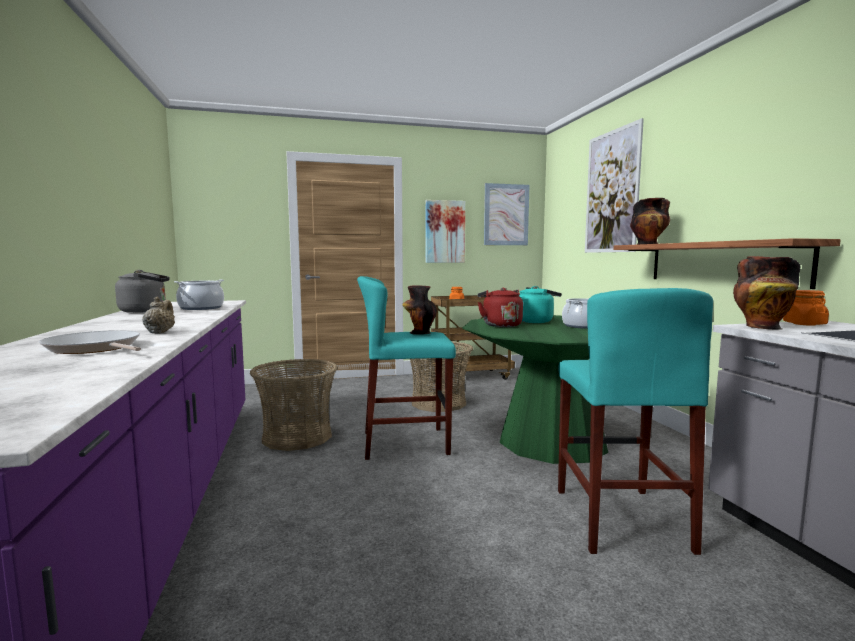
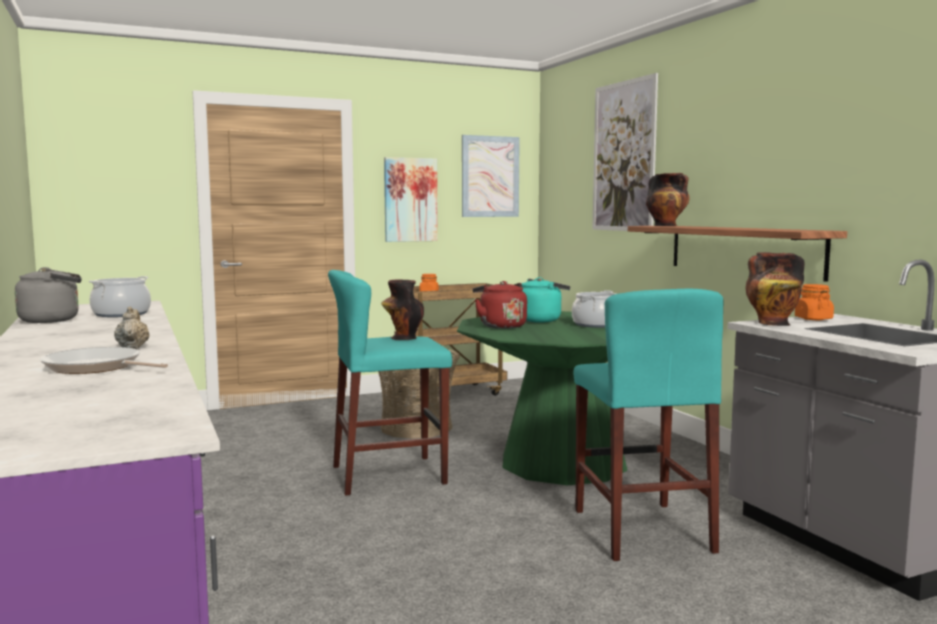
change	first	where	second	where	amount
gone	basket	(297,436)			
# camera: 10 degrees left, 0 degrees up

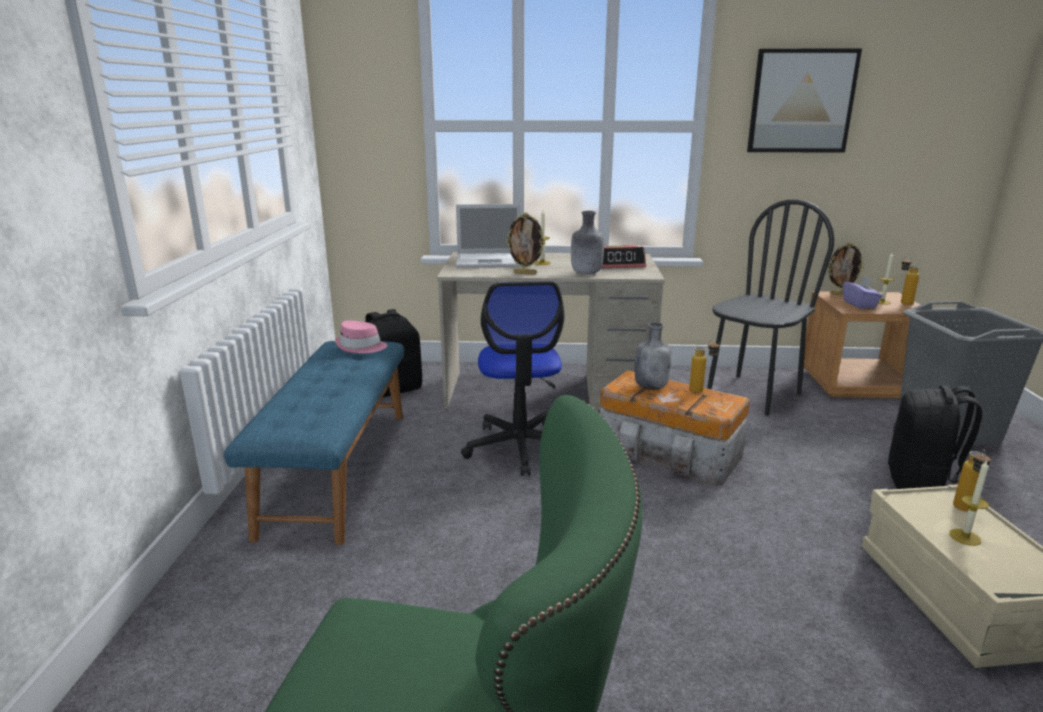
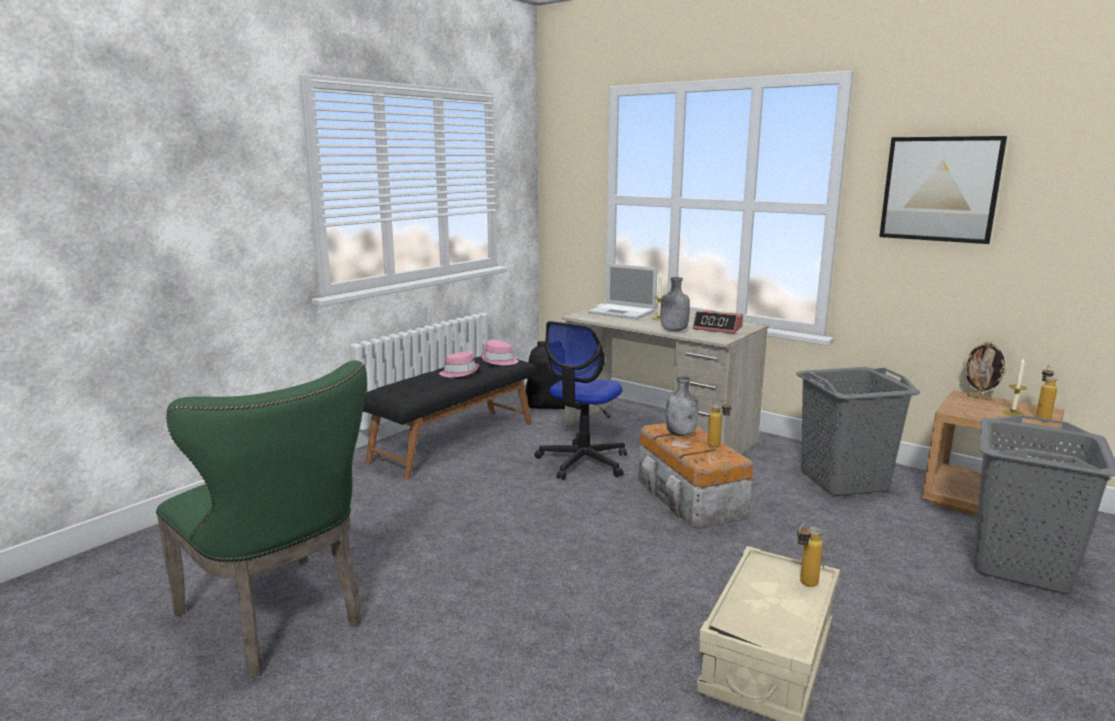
change	first	where	second	where	amount
repainted	blue bench	(336,469)	black bench	(453,441)	
new			pink hat	(460,372)	
swapped	black chair	(752,394)	grey laundry basket	(844,481)	
gone	picture frame	(525,273)			
gone	purple tissue box	(859,304)			
gone	black backpack	(921,485)			
gone	candle	(965,537)			
# camera: 35 degrees right, 5 degrees down

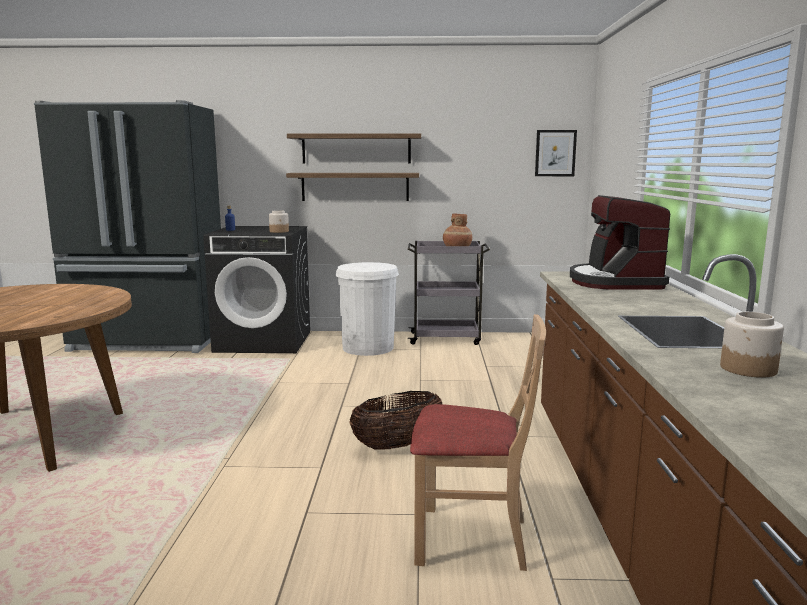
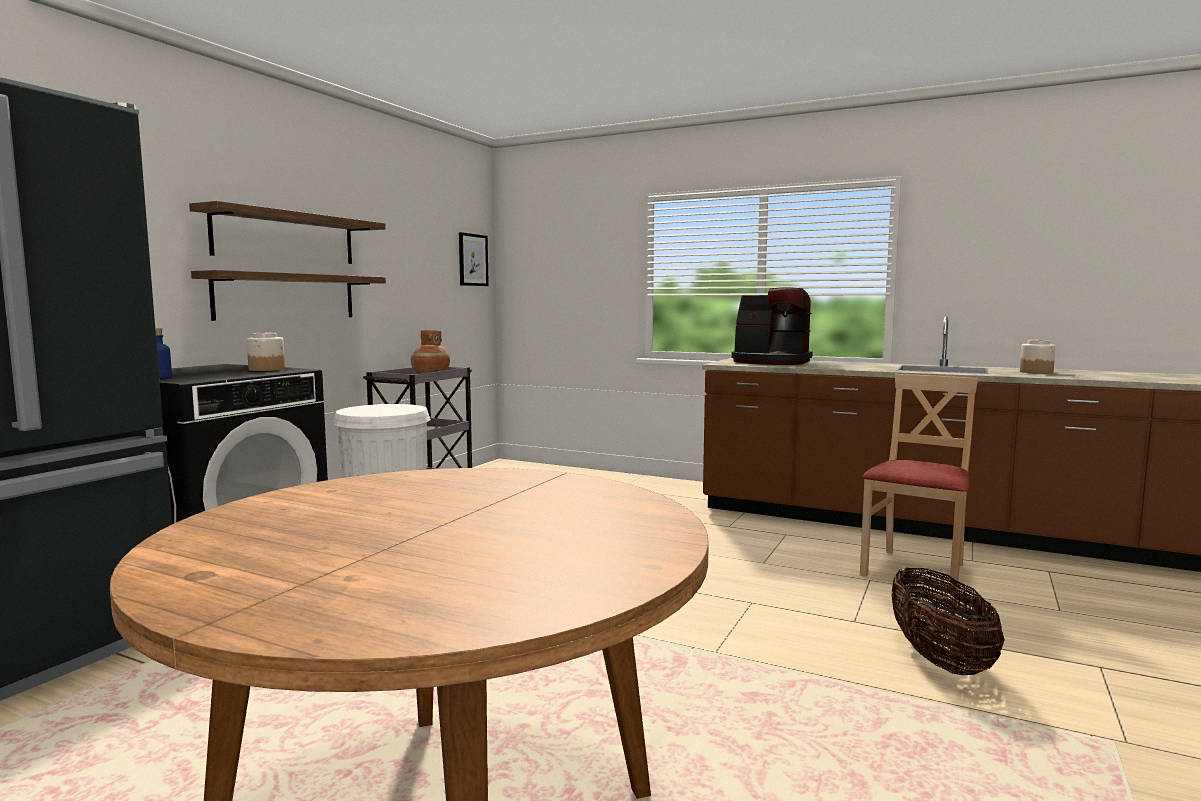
change	first	where	second	where	amount
shifted	basket	(397,445)		(939,660)	
# camera: 65 degrees left, 5 degrees down

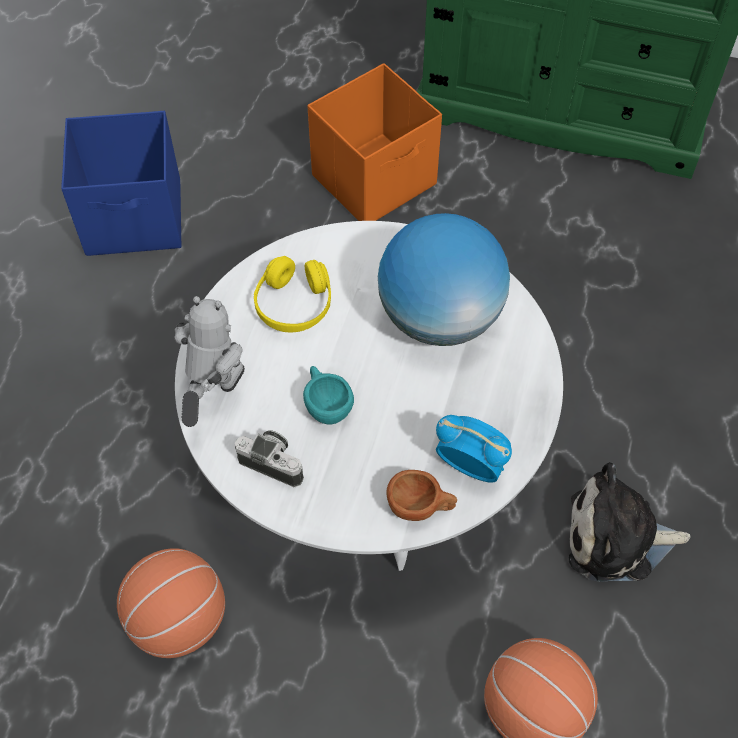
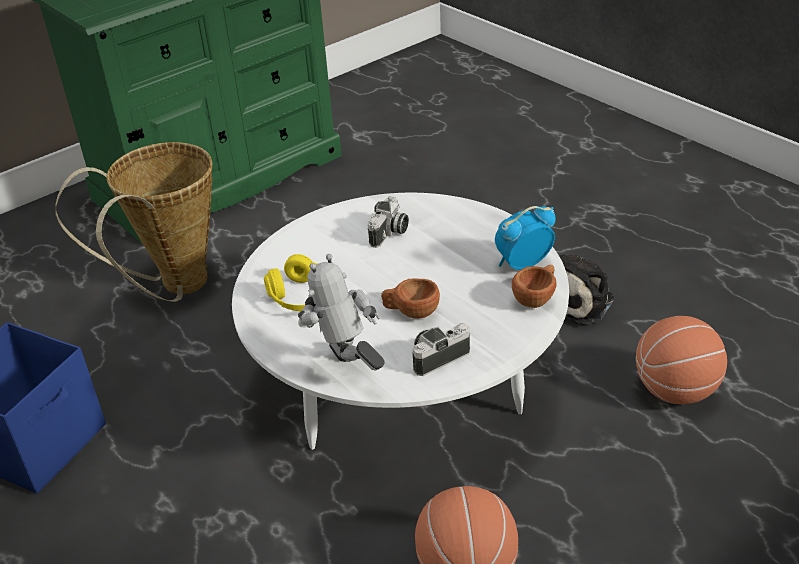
change	first	where	second	where	amount
swapped	orange storage box	(376,180)	basket	(175,287)	
swapped	globe	(440,317)	photo camera	(389,233)	
repainted	turquoise cup	(326,404)	brown cup	(411,312)	
# camera: 55 degrees left, 20 degrees down

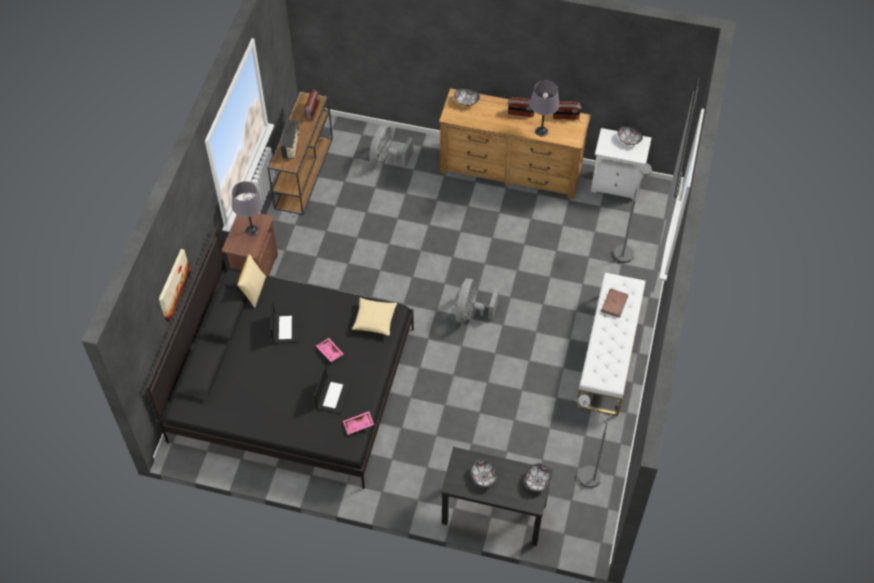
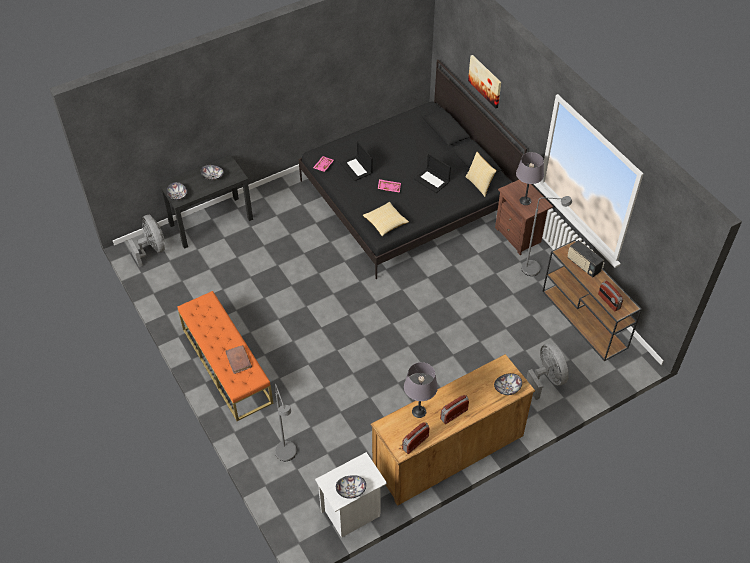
change	first	where	second	where	amount
shifted	grey fan	(470,312)		(152,249)	
repainted	white bench	(608,354)	orange bench	(226,365)	
shifted	grey floor lamp	(584,473)		(536,269)	
# camera: 135 degrees right, 5 degrees down

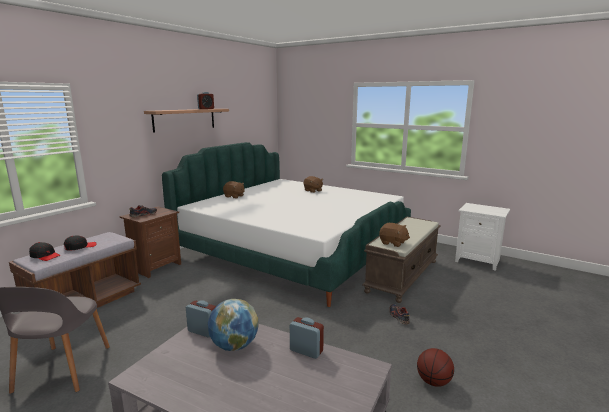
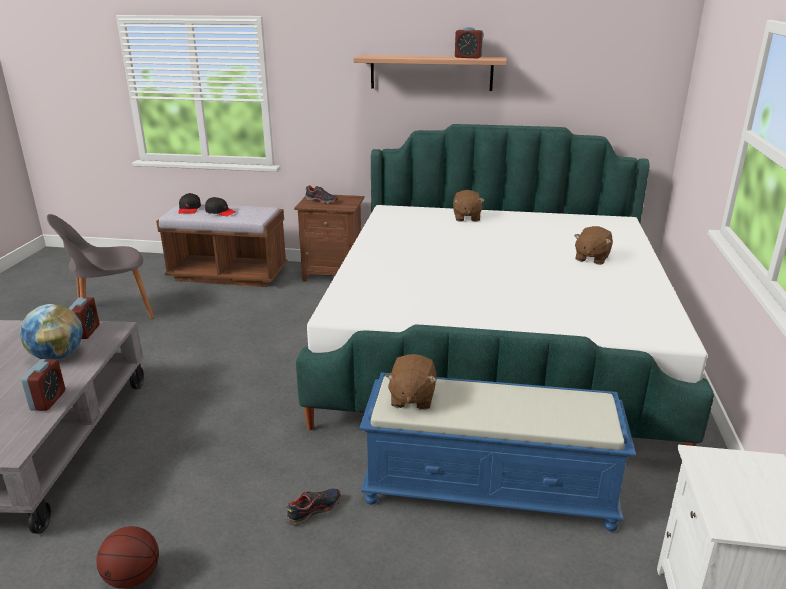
change	first	where	second	where	amount
repainted	brown bench	(402,275)	blue bench	(490,489)	
# camera: 65 degrees right, 10 degrees up

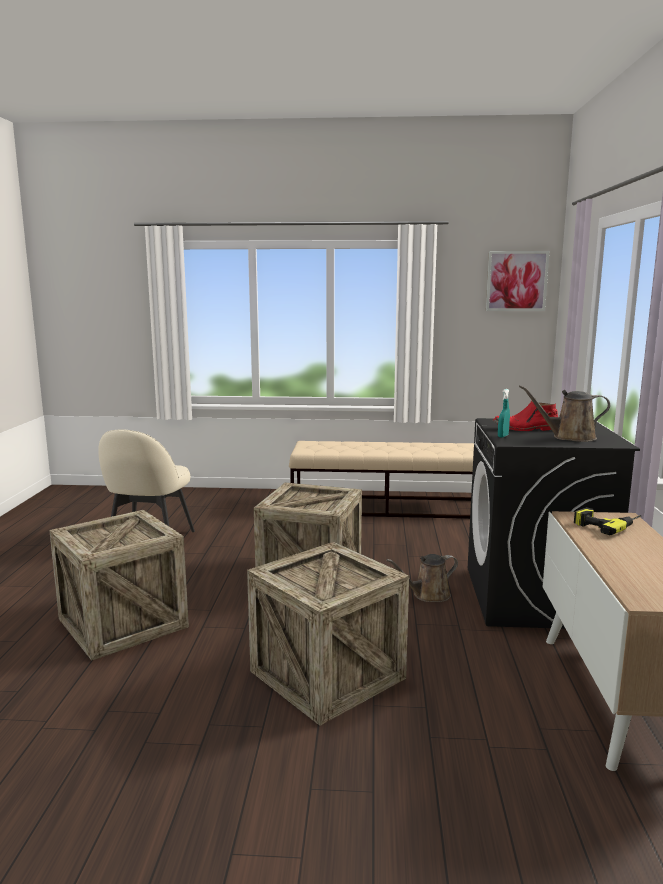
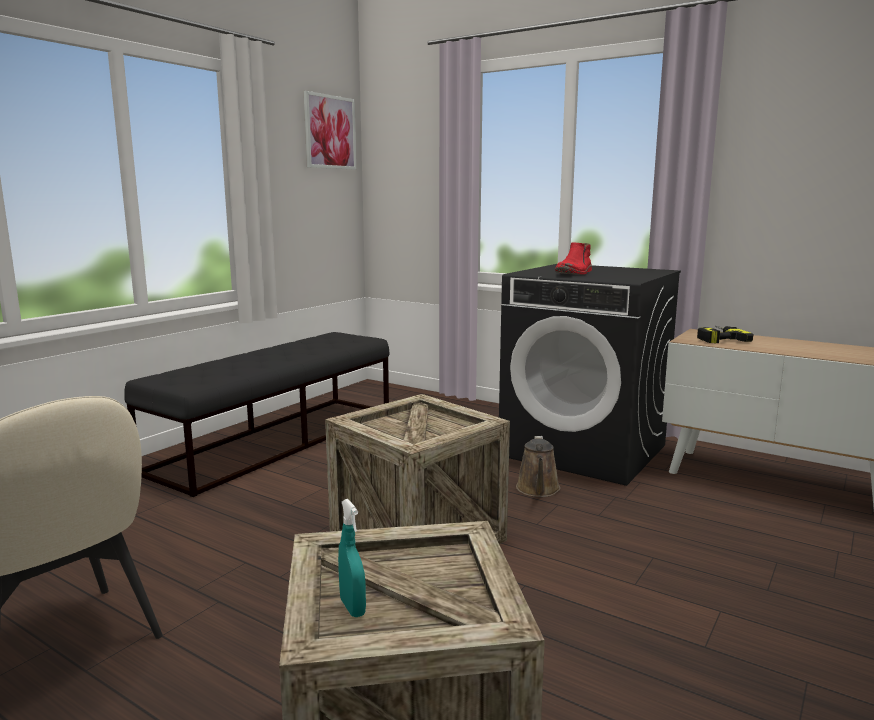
change	first	where	second	where	amount
repainted	beige bench	(387,507)	black bench	(278,440)	
shifted	turquoise spray bottle	(503,436)		(352,607)	
gone	crate	(327,675)			
gone	brown watering can	(569,437)			
# camera: 60 degrees left, 0 degrees up

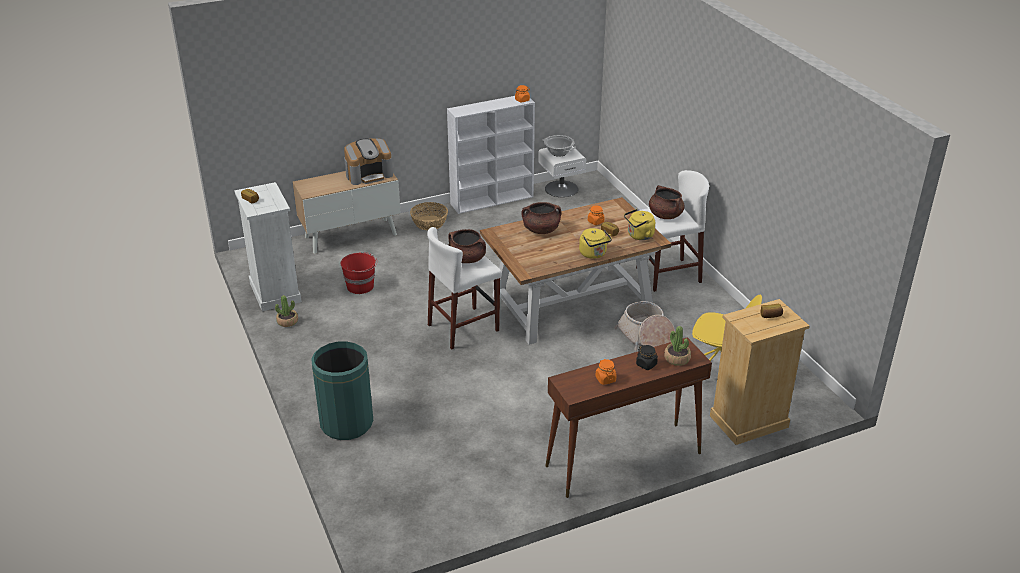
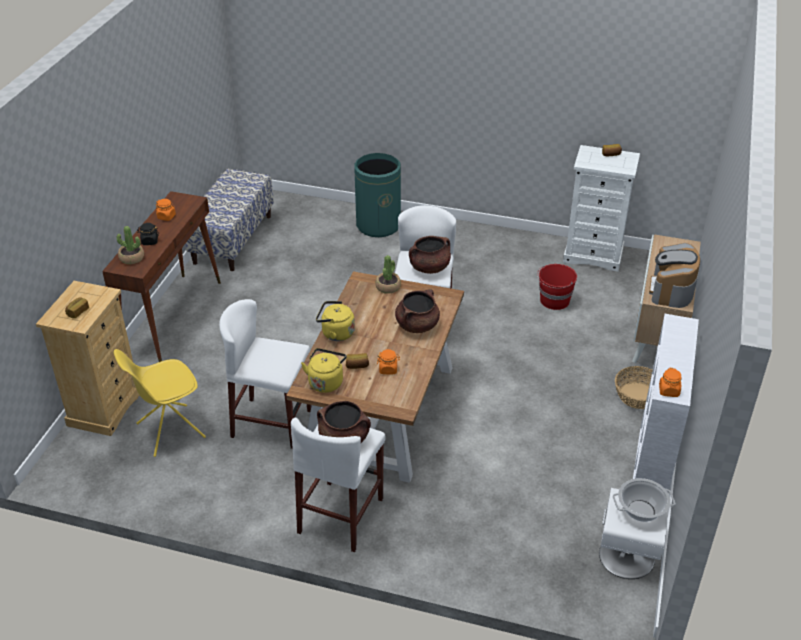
change	first	where	second	where	amount
new			bench	(232,239)	
swapped	basket	(646,338)	white stool	(272,423)	
shifted	potted plant	(287,321)		(388,287)	
# camera: 130 degrees right, 5 degrees up

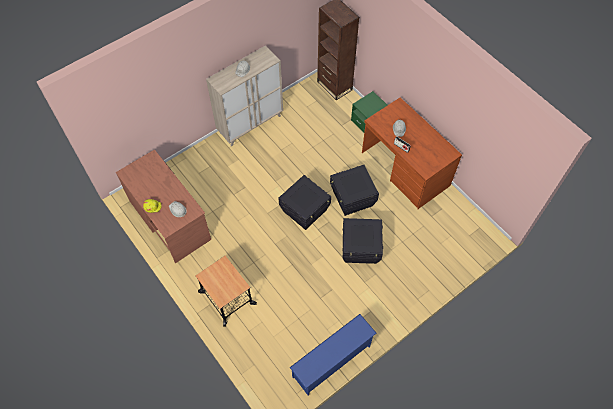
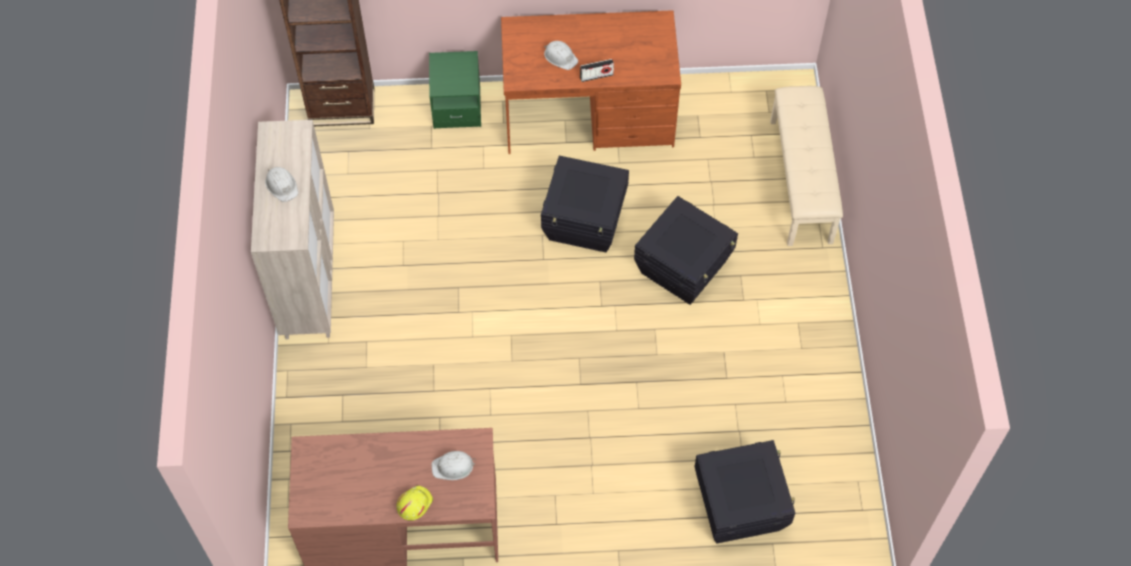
change	first	where	second	where	amount
shifted	black storage box	(305,211)		(739,506)	
new			beige bench	(801,181)	
gone	cart	(227,298)			
gone	blue shoe rack	(332,362)			
# camera: 55 degrees left, 0 degrees up

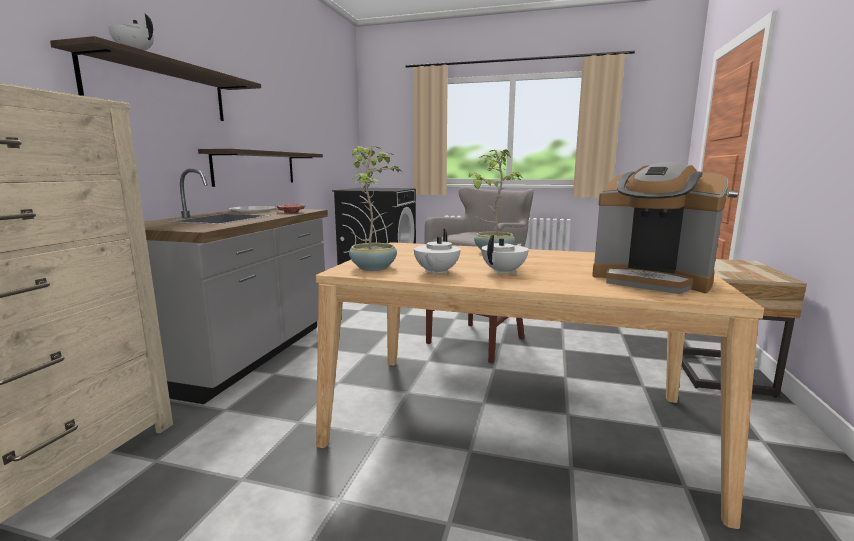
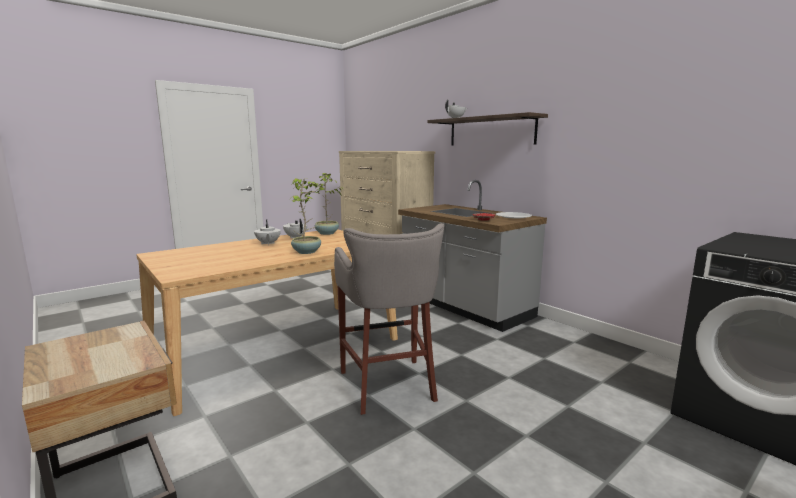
change	first	where	second	where	amount
gone	shelf	(256,168)			
gone	coffee machine	(651,280)			
# camera: 125 degrees right, 0 degrees up

